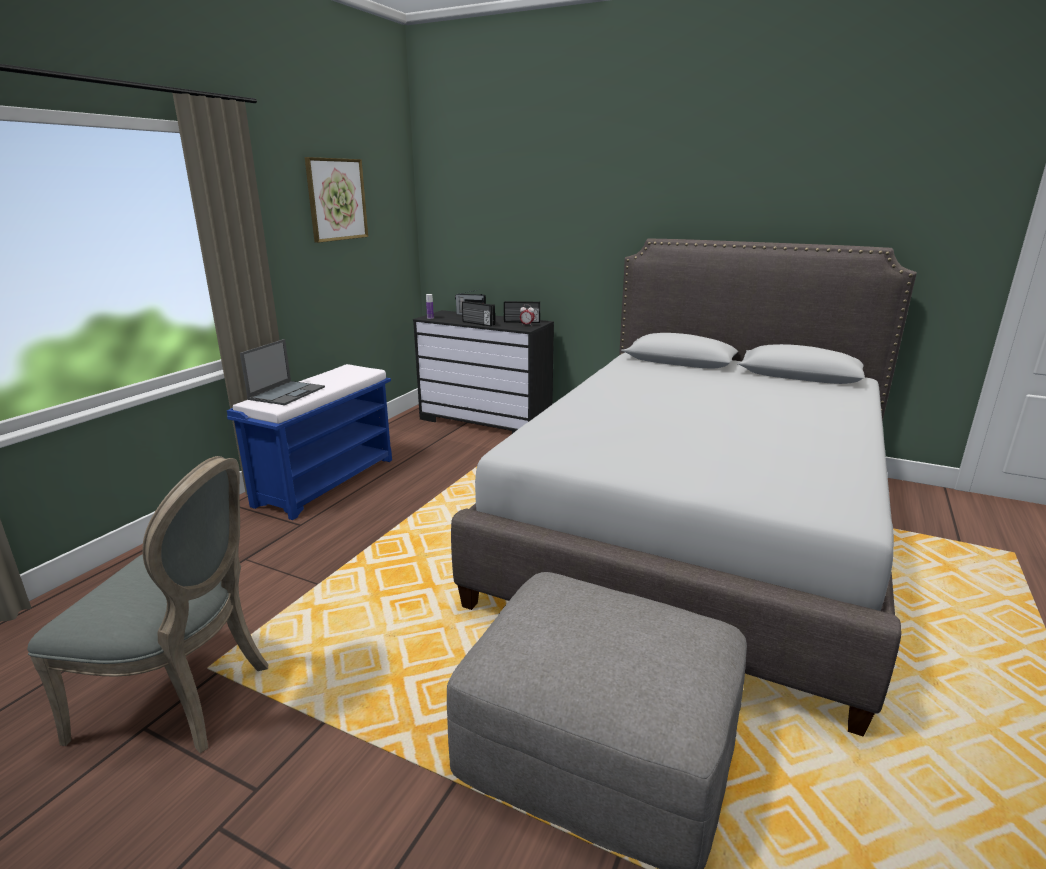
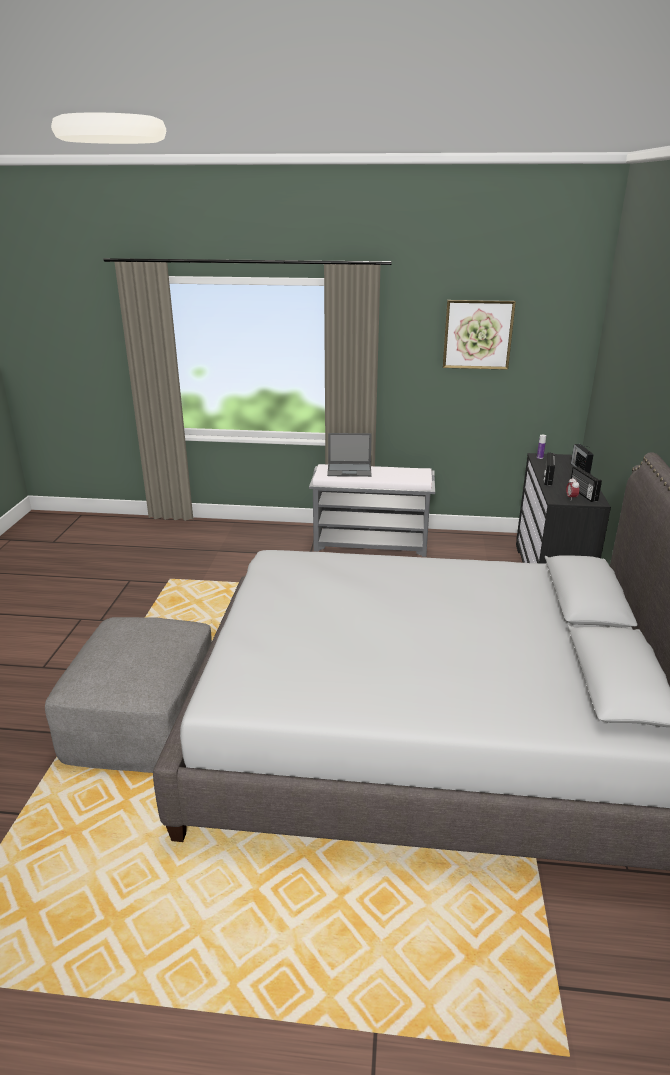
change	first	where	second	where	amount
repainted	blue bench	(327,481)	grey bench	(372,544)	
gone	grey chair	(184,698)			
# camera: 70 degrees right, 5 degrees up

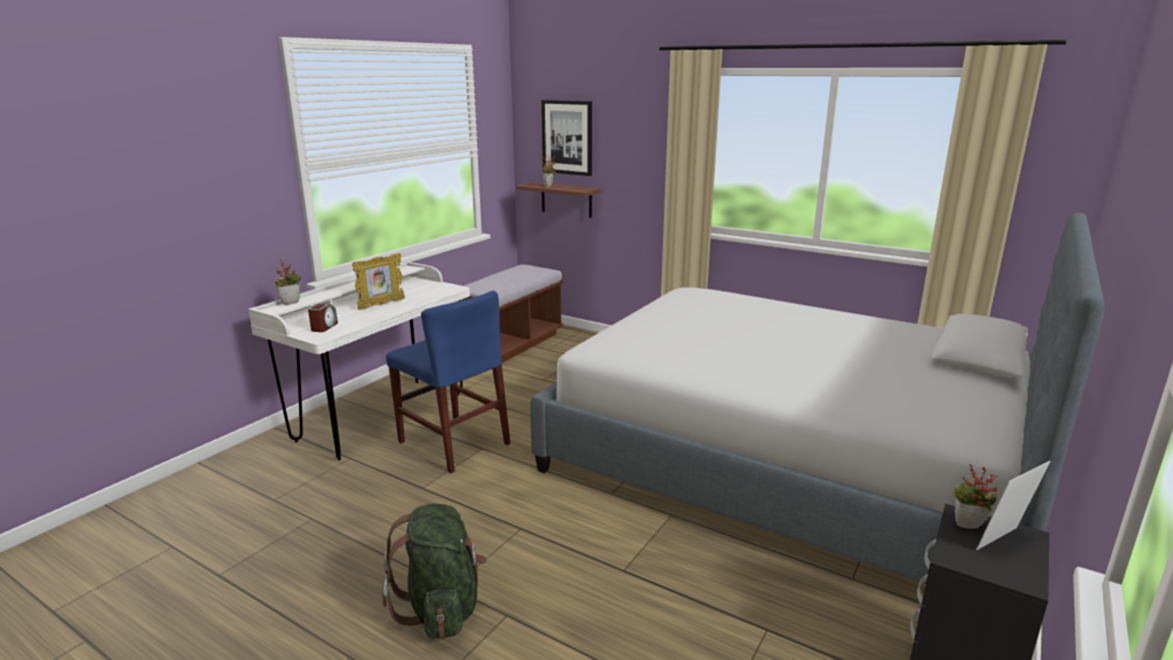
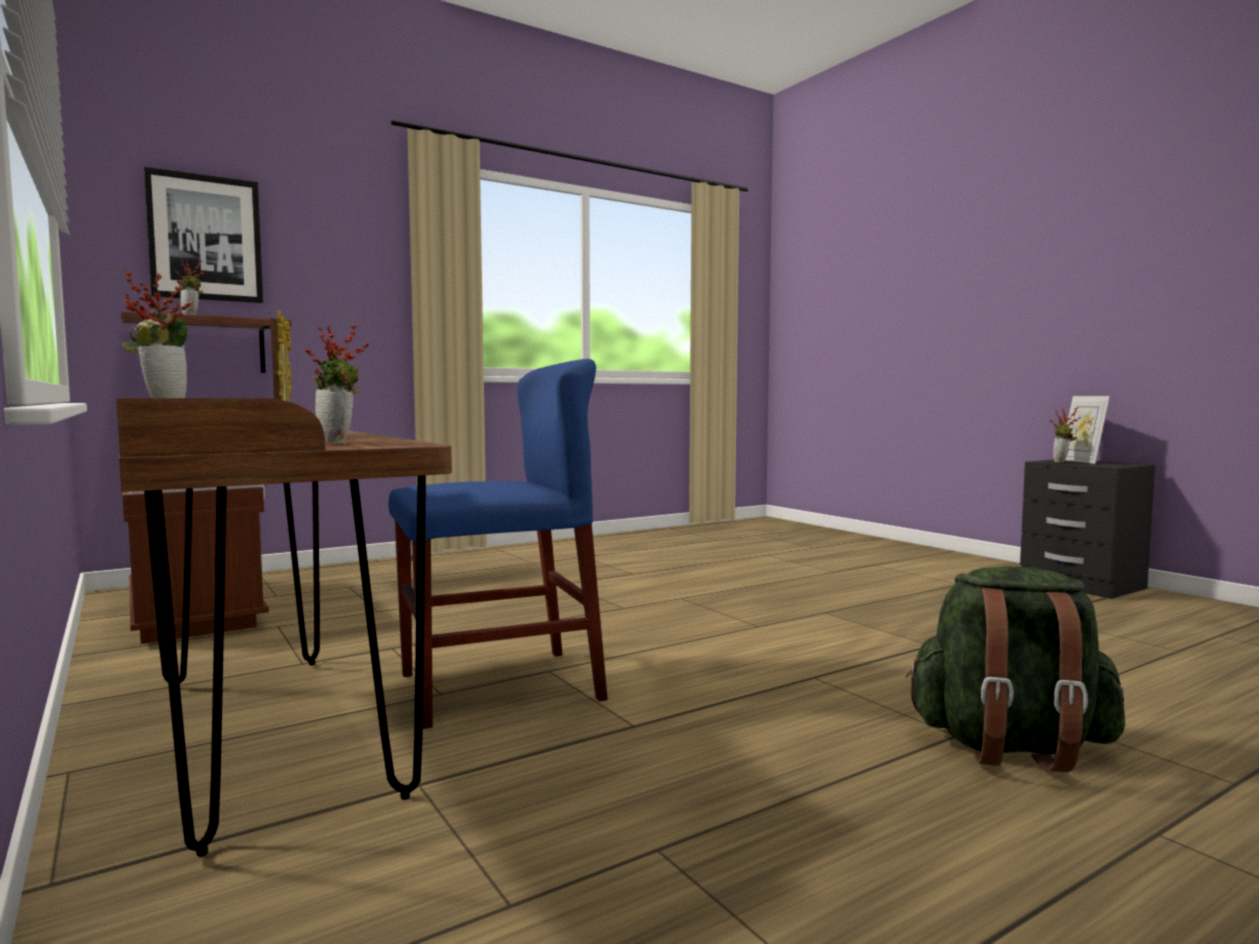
change	first	where	second	where	amount
repainted	white desk	(381,416)	brown desk	(268,735)	
swapped	alarm clock	(324,327)	potted plant	(340,443)	
gone	bed	(785,463)			
# camera: 65 degrees left, 15 degrees down

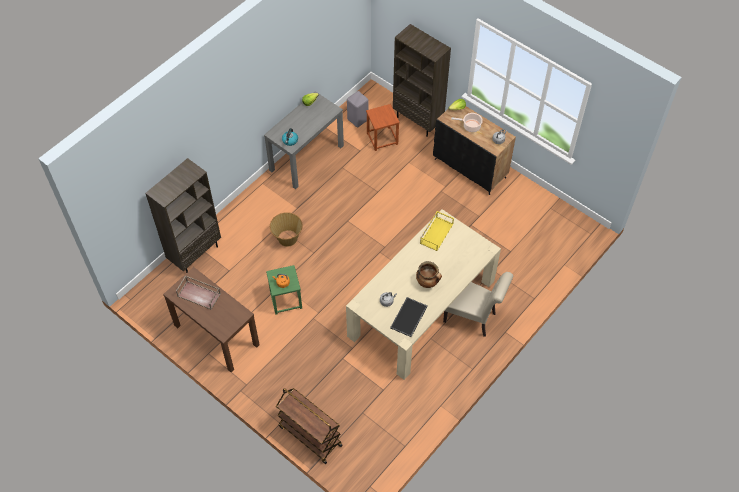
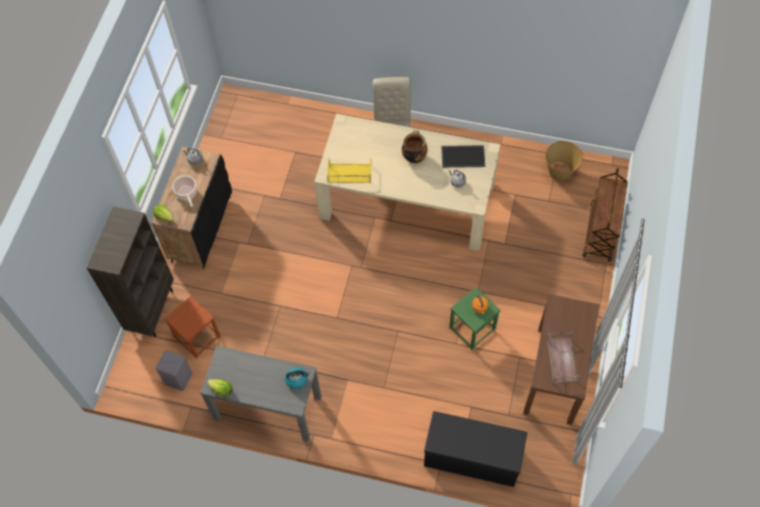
change	first	where	second	where	amount
swapped	brown bookcase	(195,254)	black bench	(471,457)	
shifted	basket	(287,238)		(560,171)	
# camera: 115 degrees left, 5 degrees up

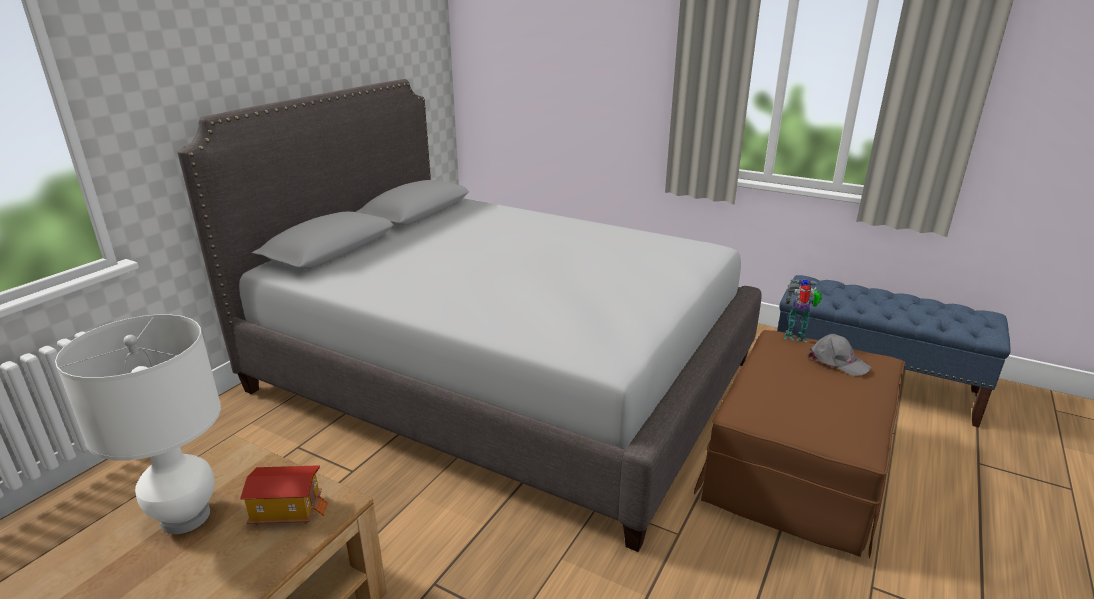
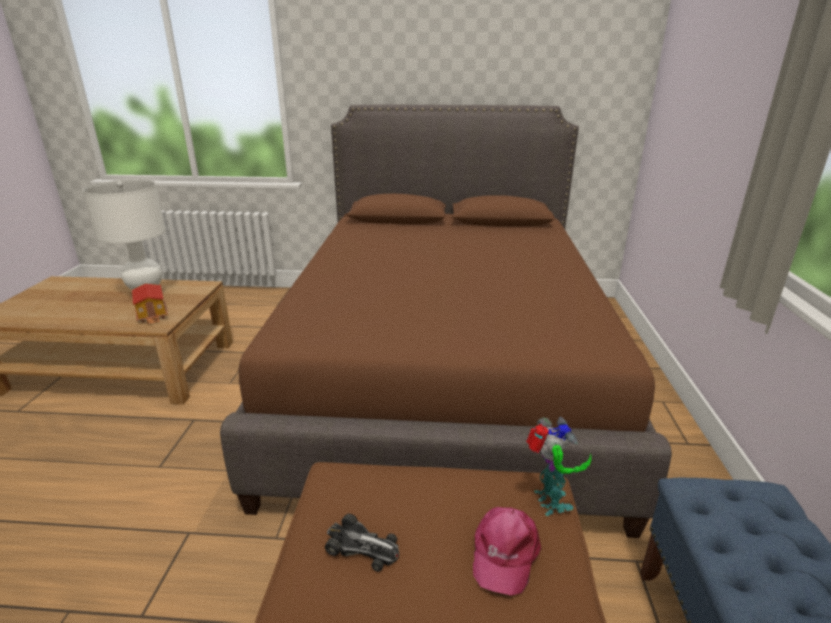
change	first	where	second	where	amount
repainted	grey bed	(501,375)	brown bed	(444,373)	
new			toy car	(362,547)	
repainted	grey cap	(837,362)	pink cap	(504,553)	
# camera: 65 degrees right, 0 degrees up

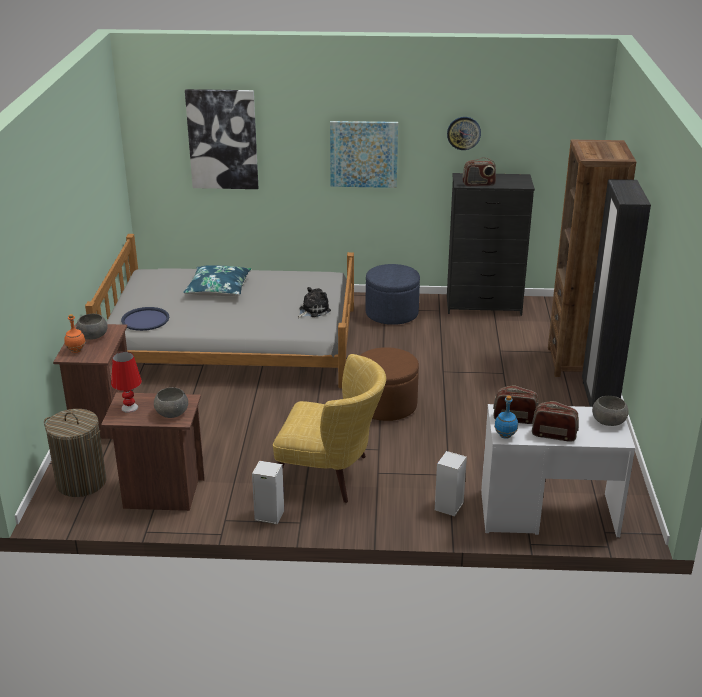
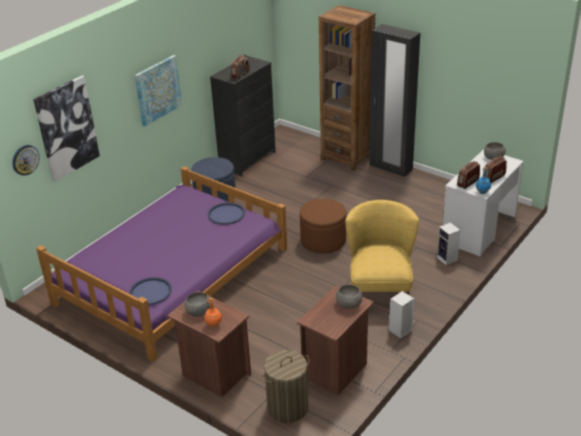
change	first	where	second	where	amount
shifted	wall clock	(463,133)		(25,159)	
repainted	grey bed	(234,342)	purple bed	(173,275)	
swapped	plush toy	(313,310)	blue tray	(226,214)	
rotated	yellow armchair	(331,476)		(380,290)	45 degrees counterclockwise
gone	red table lamp	(129,408)			
gone	blue pillow	(218,288)			
# camera: 55 degrees left, 5 degrees up

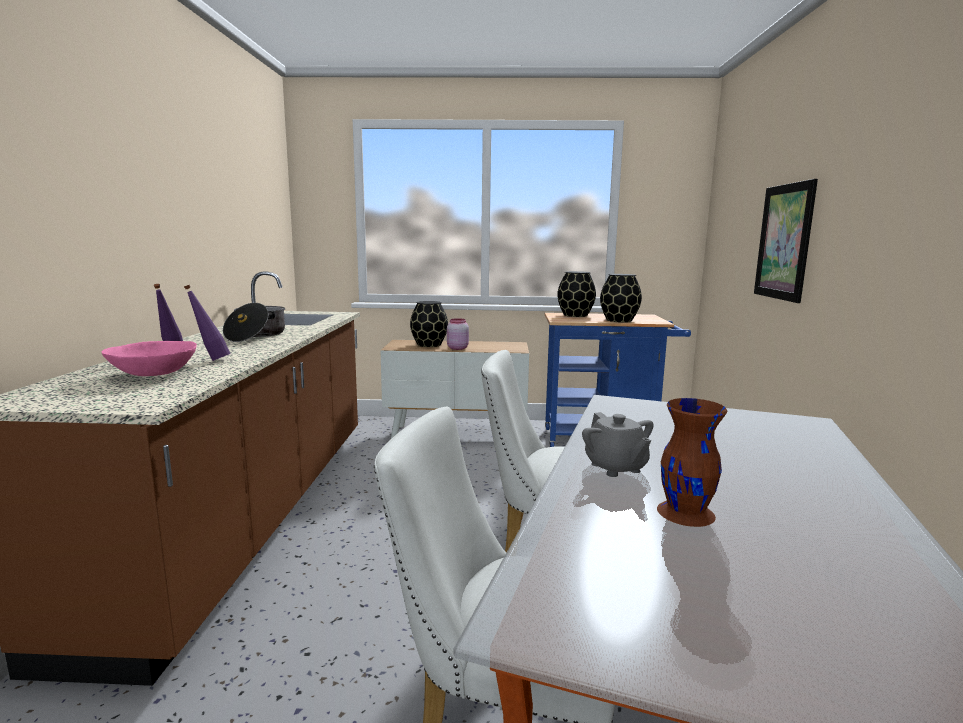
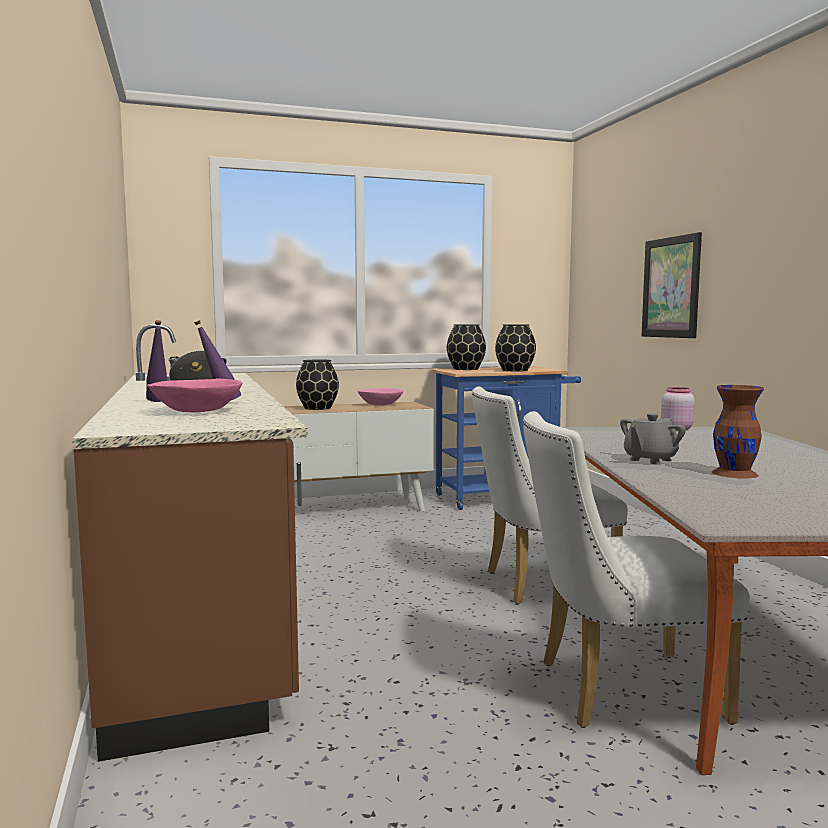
change	first	where	second	where	amount
new			pink bowl	(380,405)	
rotated	grey teapot	(615,467)		(650,460)	90 degrees clockwise
shifted	pink jar	(457,348)		(675,429)	
# camera: 20 degrees left, 5 degrees down

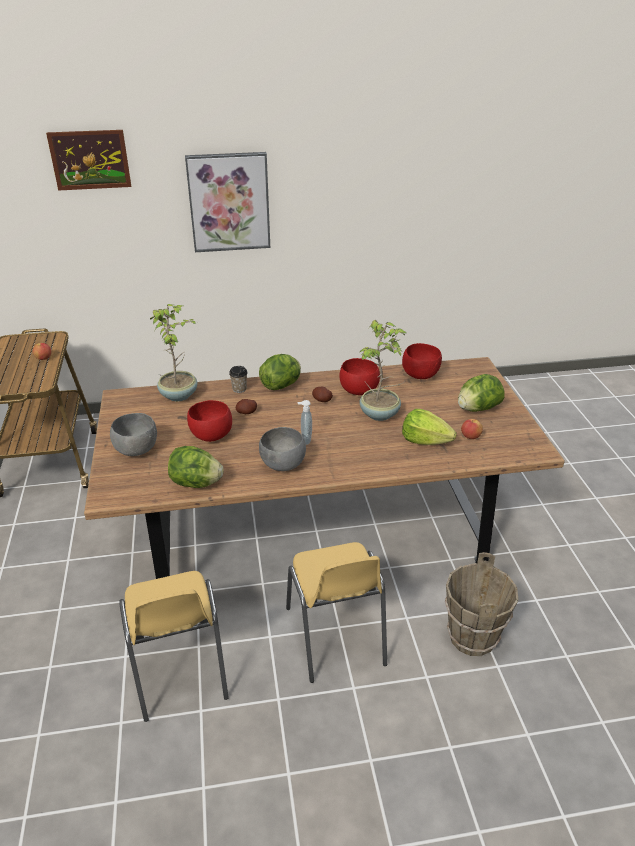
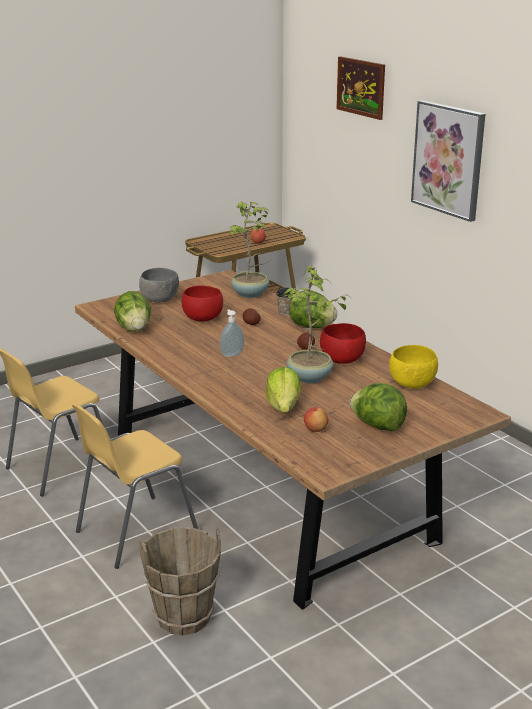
change	first	where	second	where	amount
repainted	red bowl	(421,375)	yellow bowl	(413,385)	
gone	grey bowl	(282,465)			
# camera: 65 degrees right, 10 degrees down

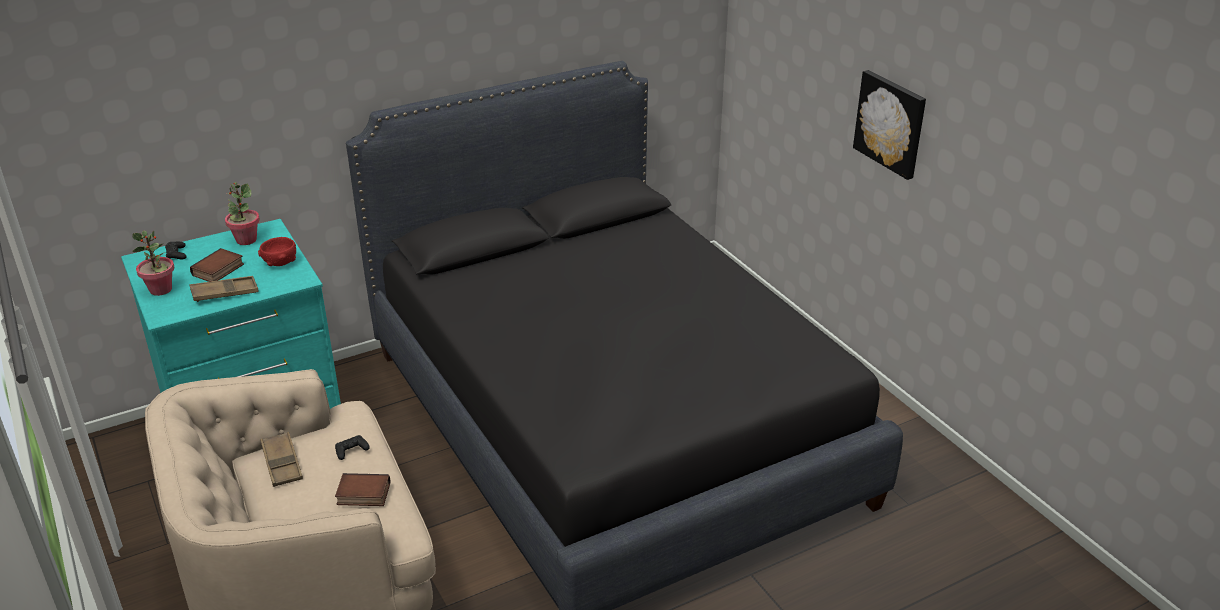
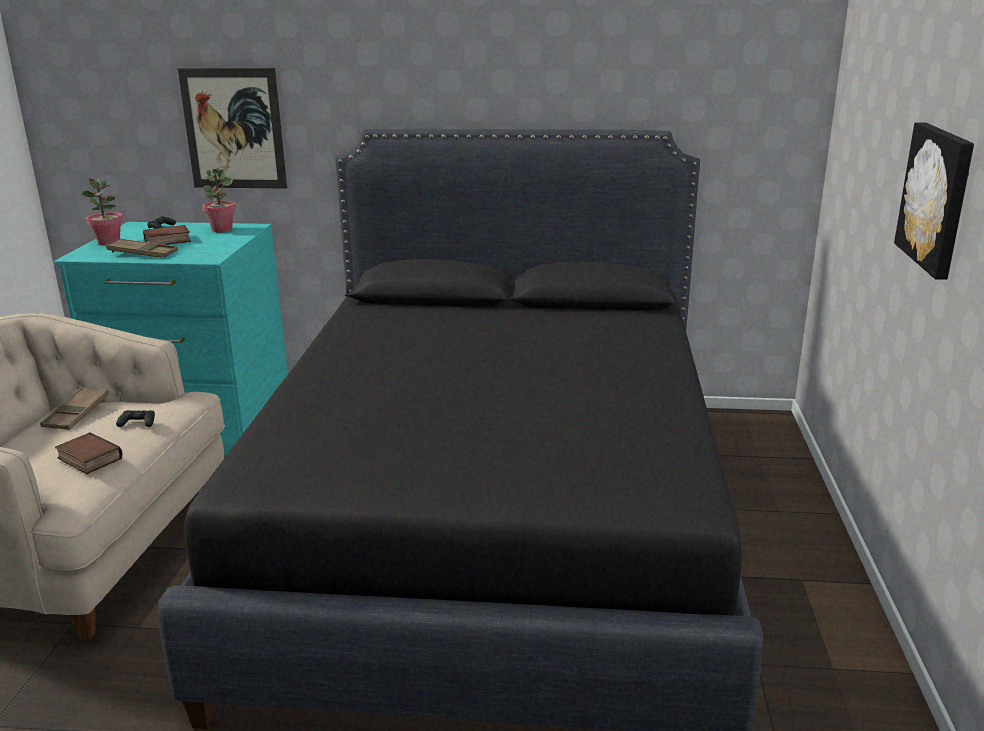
change	first	where	second	where	amount
new			picture	(233,129)	
gone	red bowl	(280,263)			
# camera: 35 degrees right, 10 degrees down

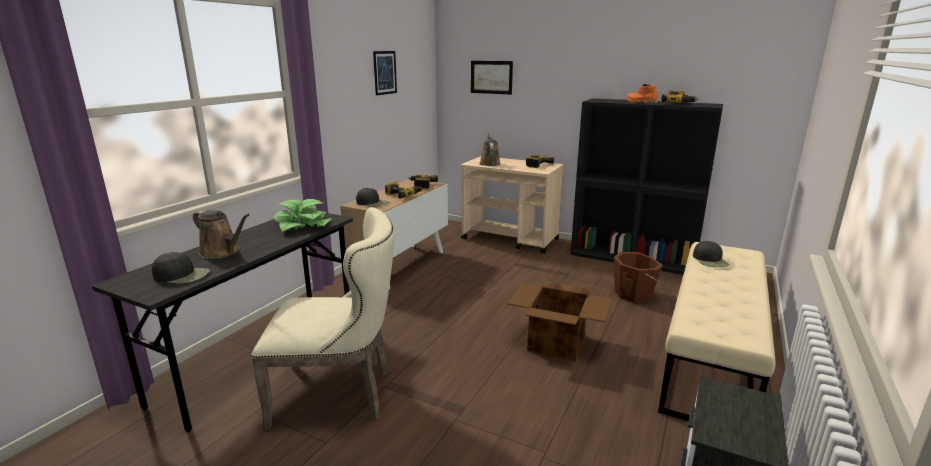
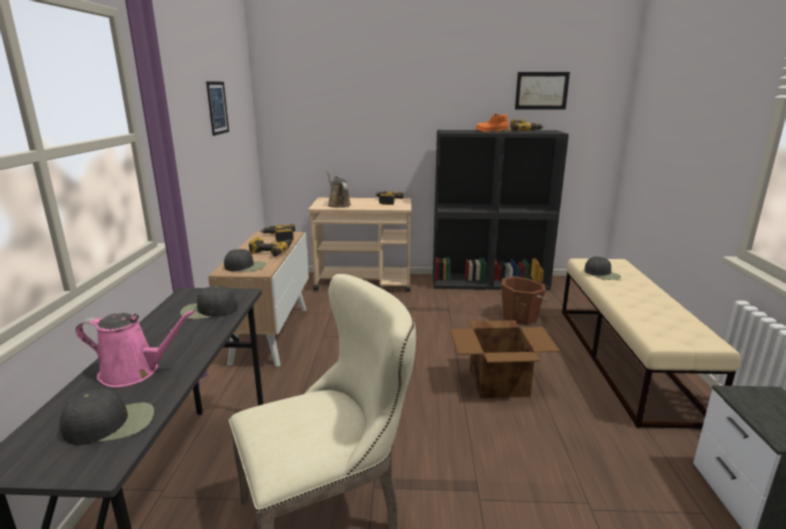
change	first	where	second	where	amount
repainted	brown watering can	(222,252)	pink watering can	(134,372)	
swapped	potted plant	(303,225)	black cap	(208,310)	
shifted	picture	(491,77)		(541,90)	
# camera: 25 degrees left, 0 degrees up

